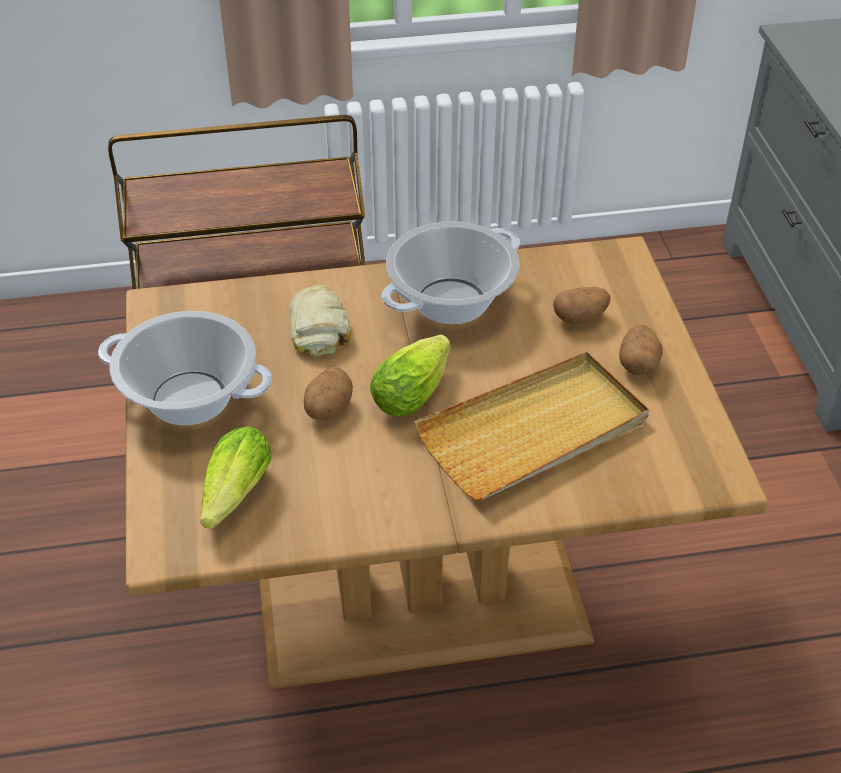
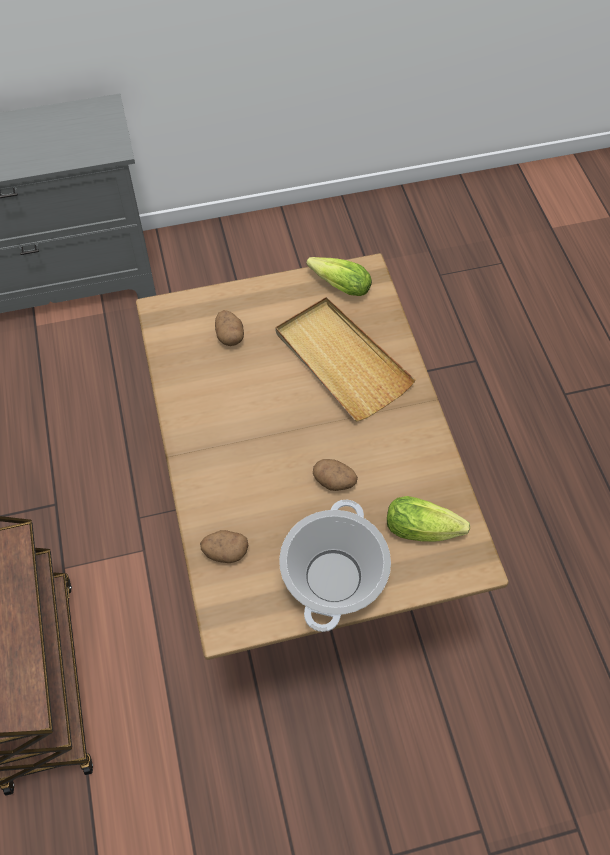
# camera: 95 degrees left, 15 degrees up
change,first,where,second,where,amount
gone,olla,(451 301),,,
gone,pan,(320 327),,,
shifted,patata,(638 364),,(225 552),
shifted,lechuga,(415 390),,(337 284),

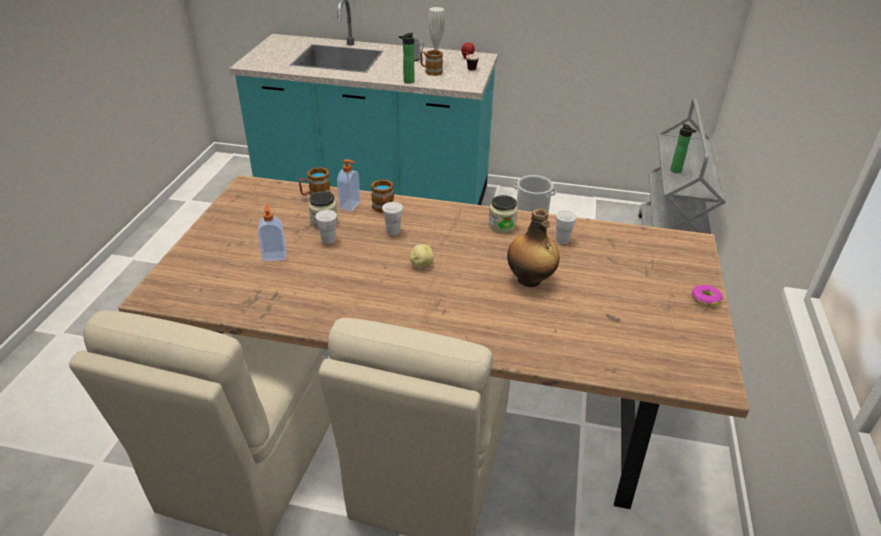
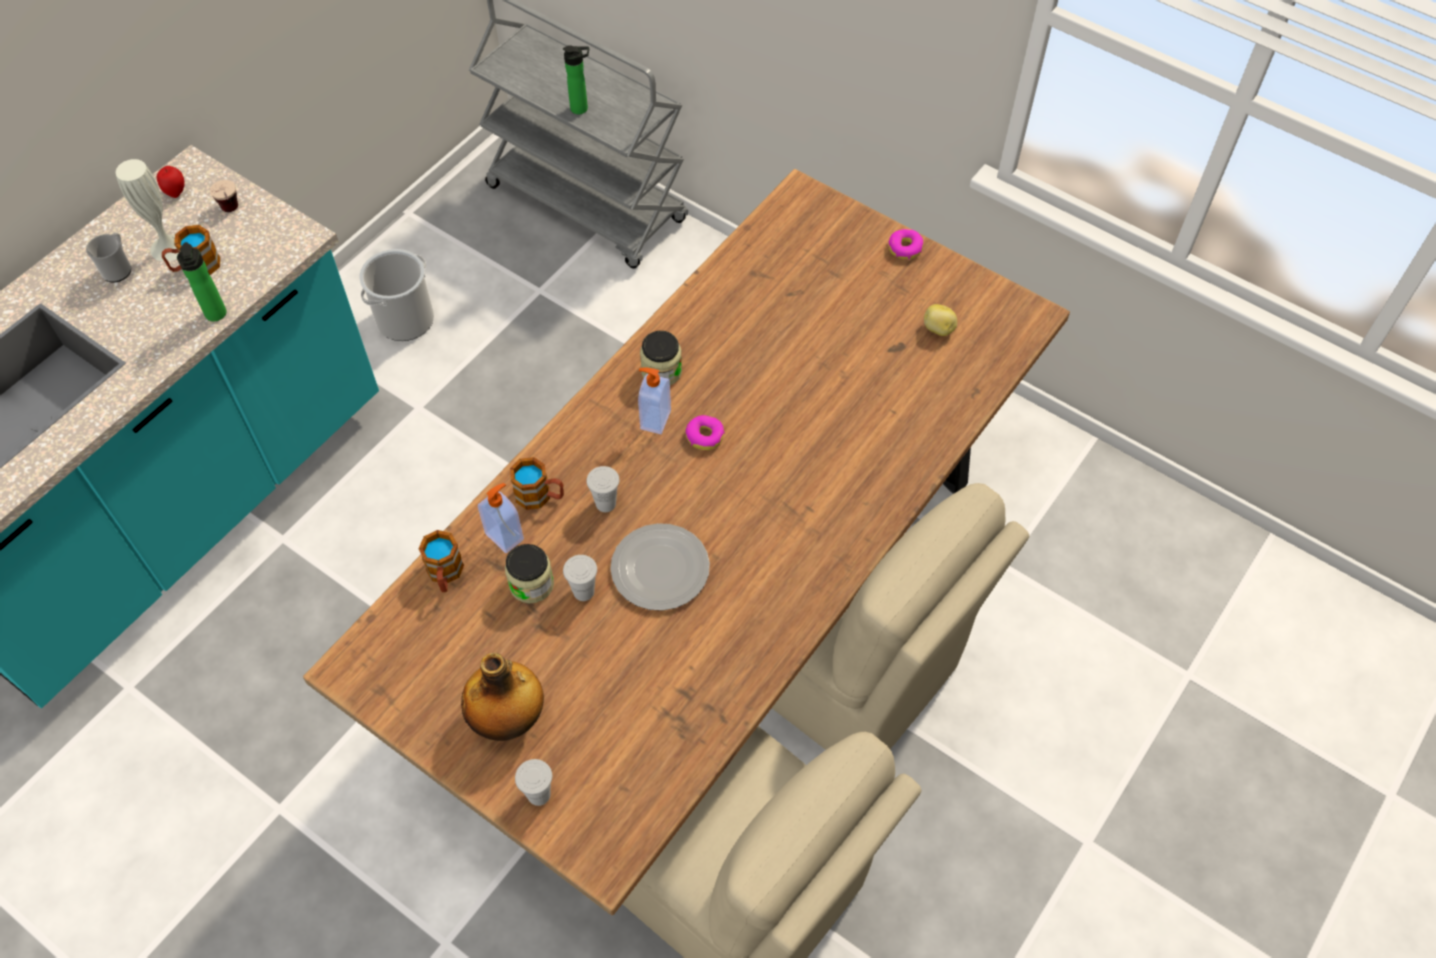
# camera: 65 degrees left, 20 degrees up
change,first,where,second,where,amount
shifted,dispensador de jabón,(274 256),,(654 419),
shifted,botella,(530 280),,(508 719),
shifted,taza/blanco,(562 240),,(539 794),
shifted,patata,(421 264),,(938 329),
new,,,rosquilla,(705 436),
new,,,plato,(661 569),

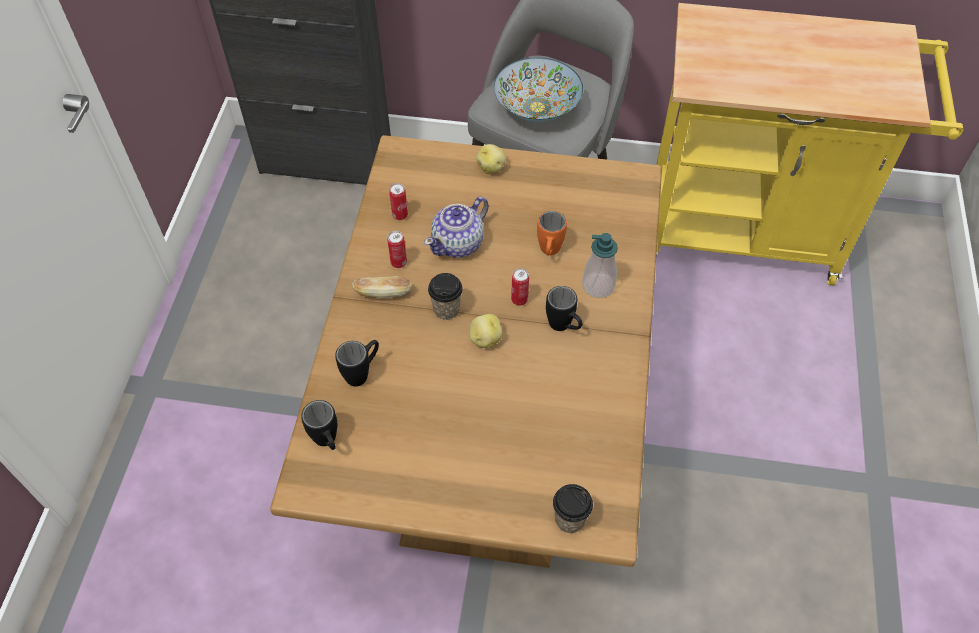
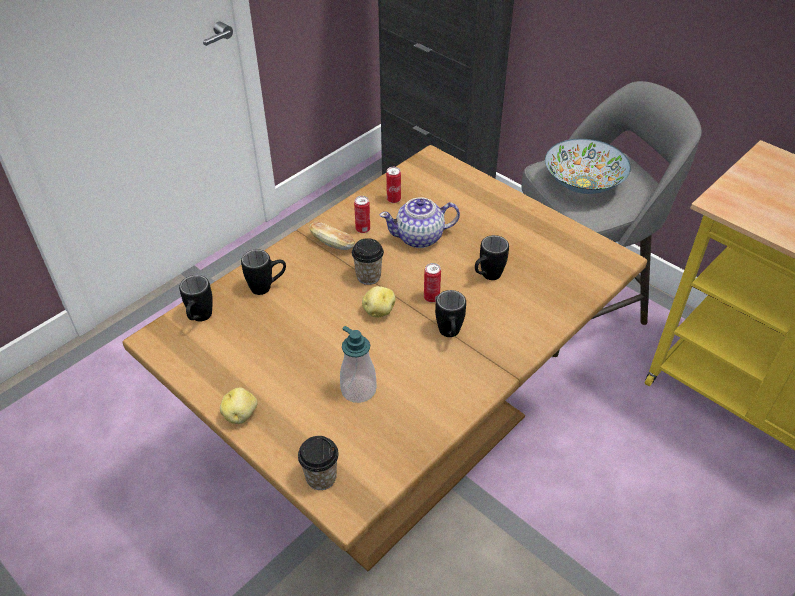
# camera: 35 degrees right, 10 degrees down
change,first,where,second,where,amount
shifted,patata,(491 167),,(241 414),
repainted,taza grande/naranja,(549 253),taza grande/negro,(487 277),
shifted,dispensador de jabón,(598 286),,(358 390),

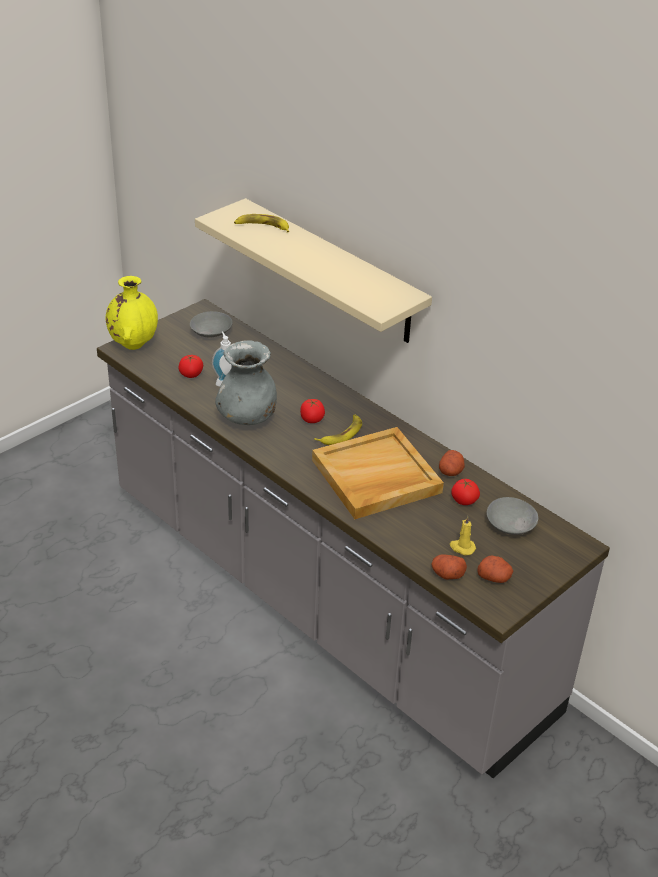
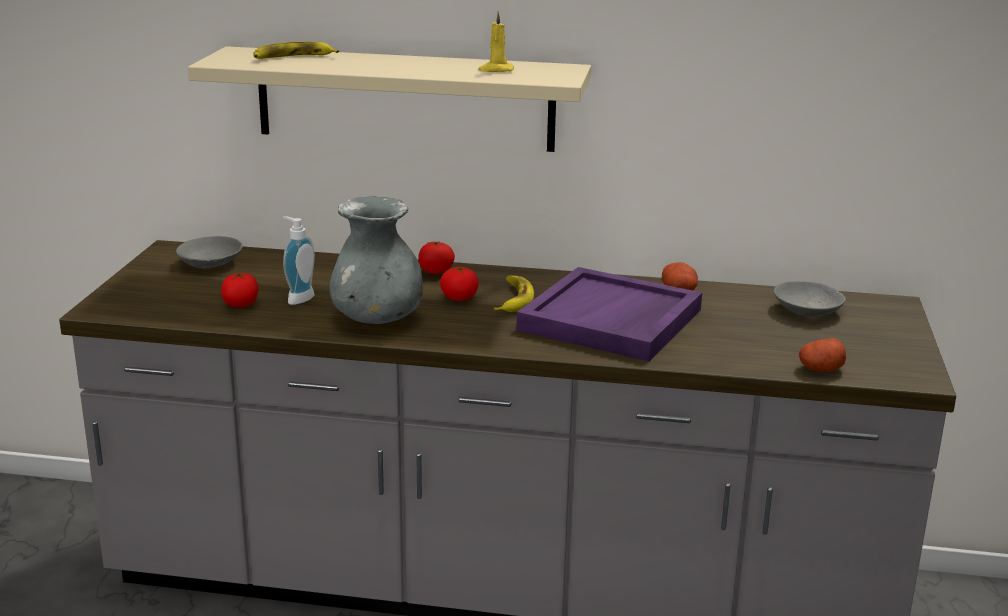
# camera: 35 degrees left, 15 degrees down
change,first,where,second,where,amount
gone,florero/amarillo,(133 344),,,
repainted,bandeja/beis,(375 477),bandeja/morado,(611 320),
shifted,tomate,(464 501),,(436 271),
shifted,vela/amarillo,(462 547),,(495 70),
gone,patata,(494 577),,,

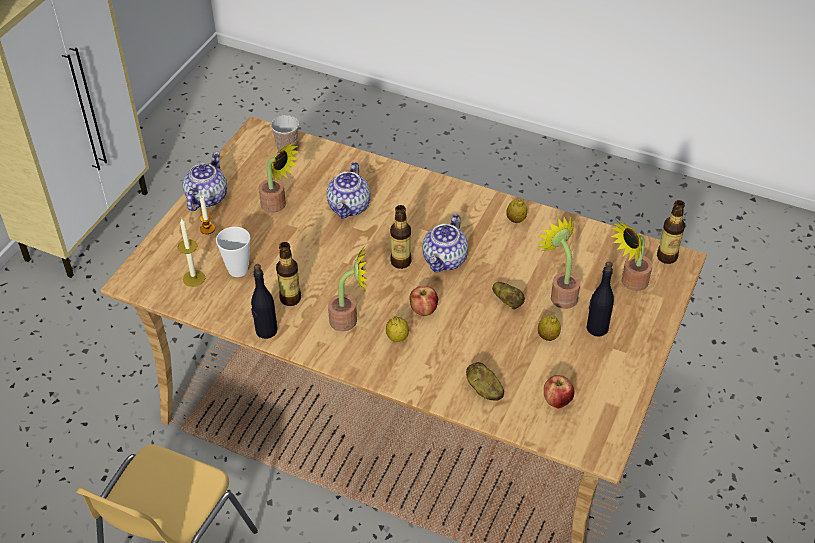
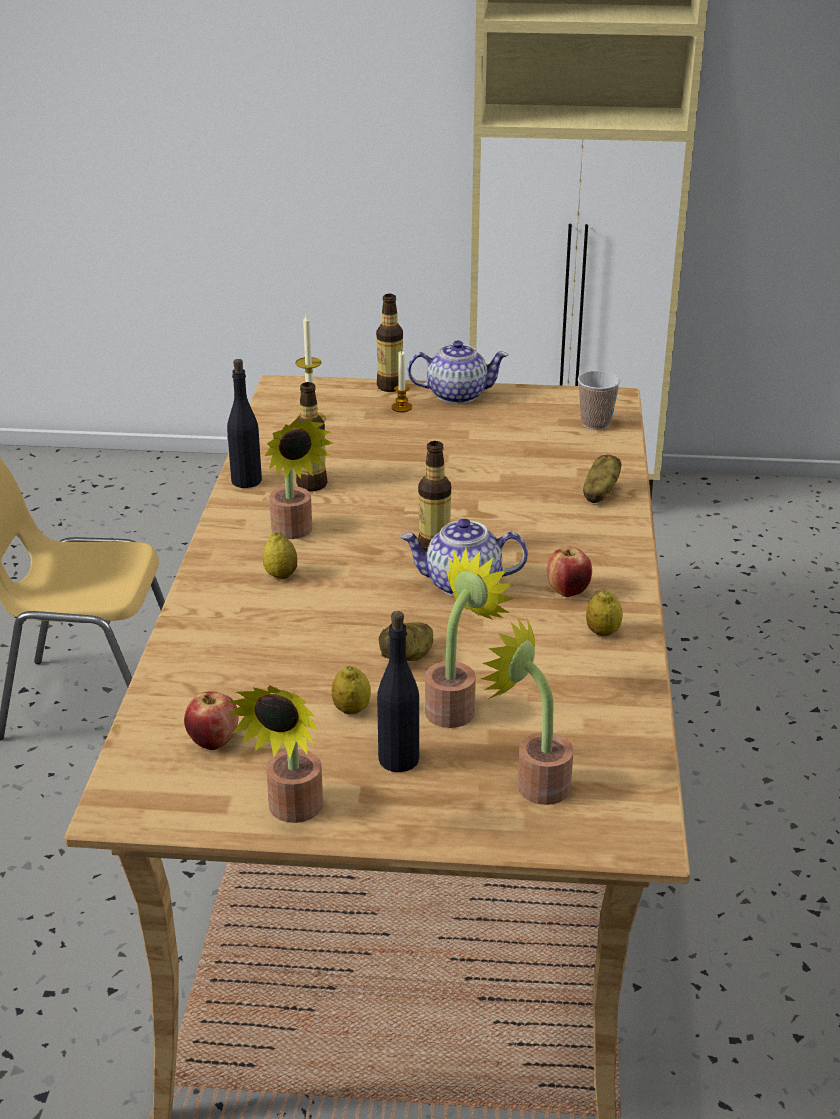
# camera: 70 degrees right, 15 degrees down
change,first,where,second,where,amount
shifted,planta en maceta,(277 206),,(292 812),
gone,tetera,(349 207),,,
shifted,botella,(667 257),,(390 387),
gone,taza,(238 270),,,
shifted,manzana,(423 310),,(568 591),
shifted,patata,(483 389),,(599 493),

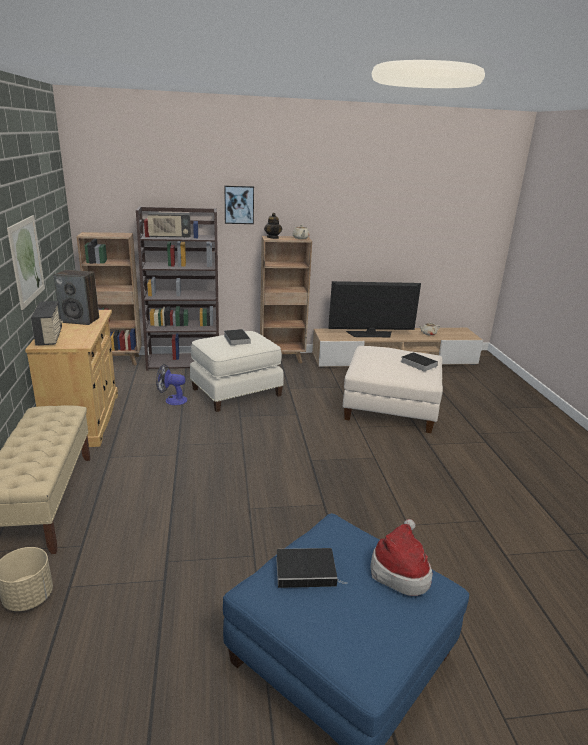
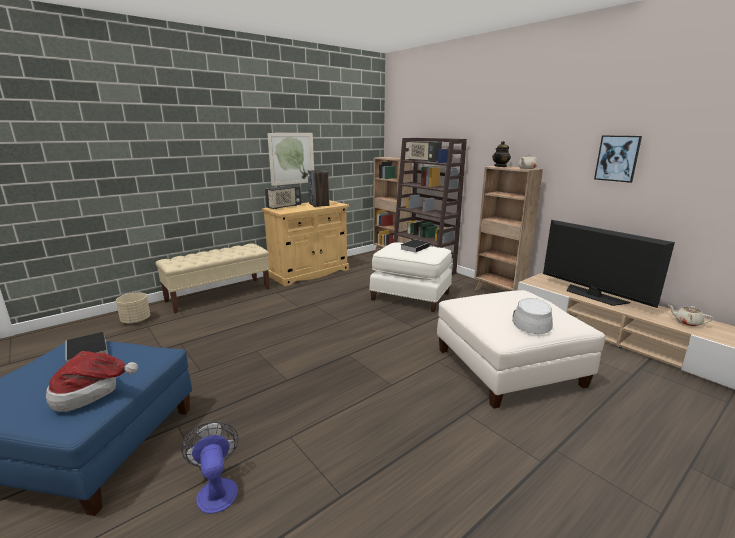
# camera: 60 degrees right, 5 degrees down
change,first,where,second,where,amount
shifted,cuadro,(239 204),,(617 158),
swapped,libro,(417 363),sombrero/gris,(531 320),
shifted,ventilador,(172 400),,(216 489),

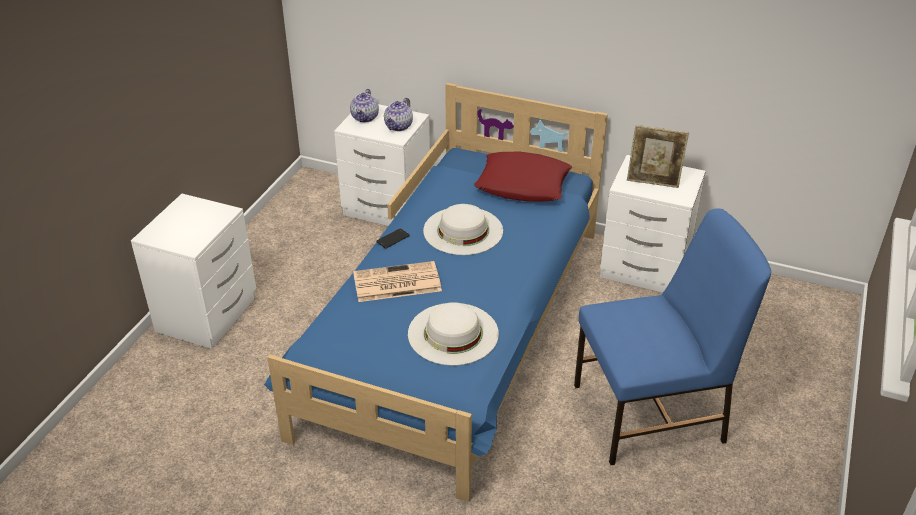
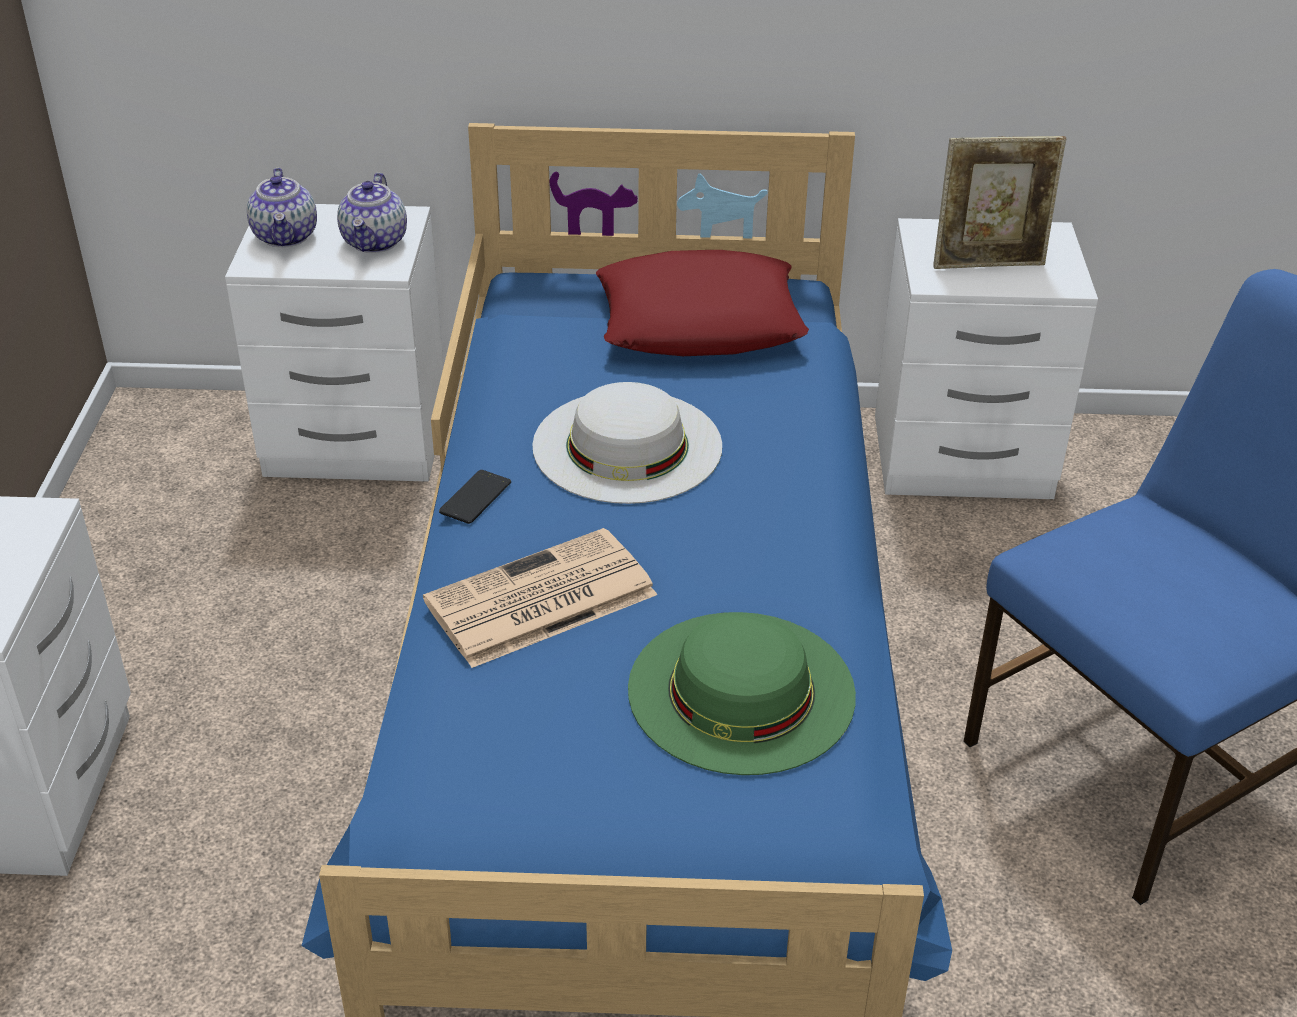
# camera: 20 degrees left, 0 degrees up
change,first,where,second,where,amount
repainted,sombrero/blanco,(453 333),sombrero/verde,(741 691),

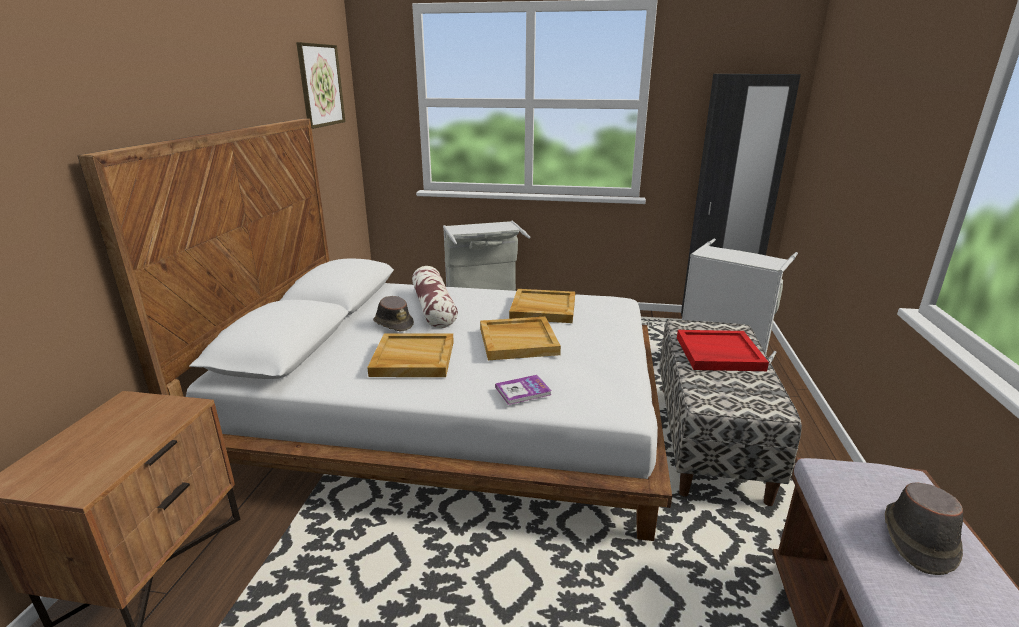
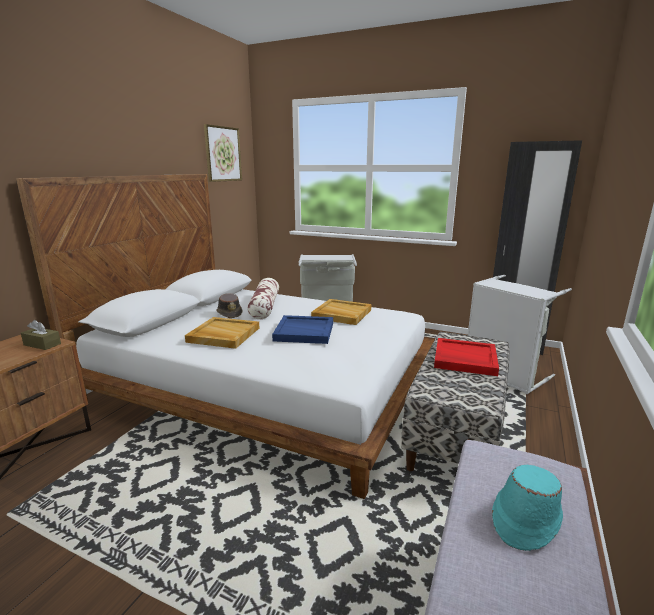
# camera: 15 degrees right, 5 degrees down
change,first,where,second,where,amount
repainted,bandeja/beis,(519 341),bandeja/azul,(305 332),
gone,libro,(523 391),,,
repainted,sombrero/marrón,(918 539),sombrero/turquesa,(524 518),
new,,,caja de pañuelos/marrón,(42 344),

